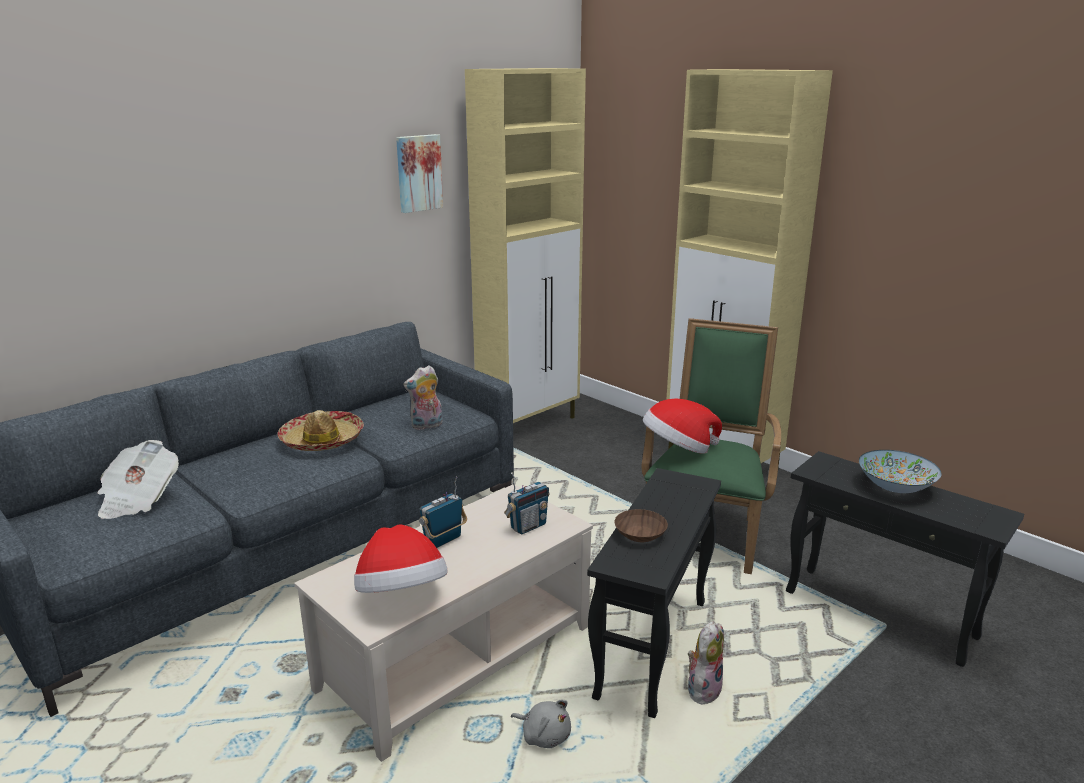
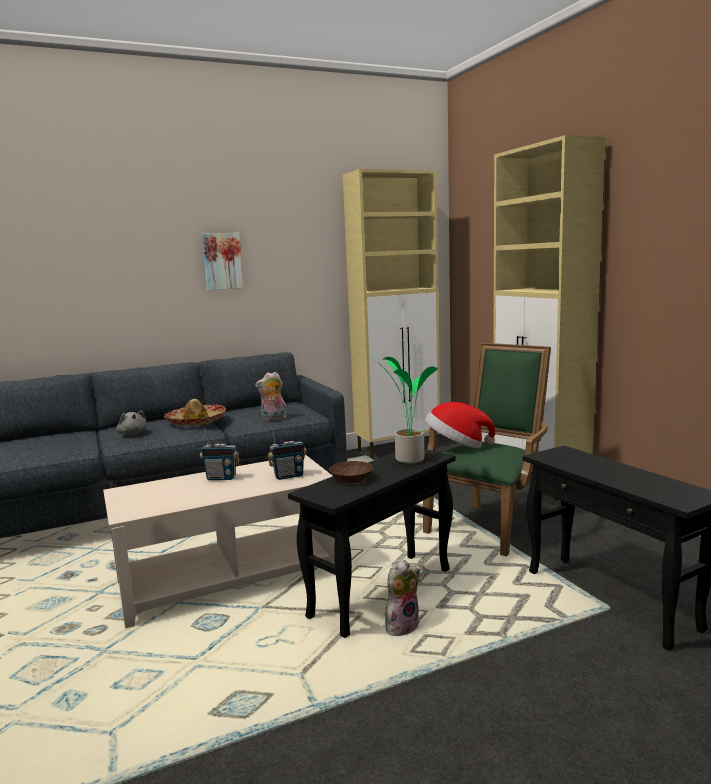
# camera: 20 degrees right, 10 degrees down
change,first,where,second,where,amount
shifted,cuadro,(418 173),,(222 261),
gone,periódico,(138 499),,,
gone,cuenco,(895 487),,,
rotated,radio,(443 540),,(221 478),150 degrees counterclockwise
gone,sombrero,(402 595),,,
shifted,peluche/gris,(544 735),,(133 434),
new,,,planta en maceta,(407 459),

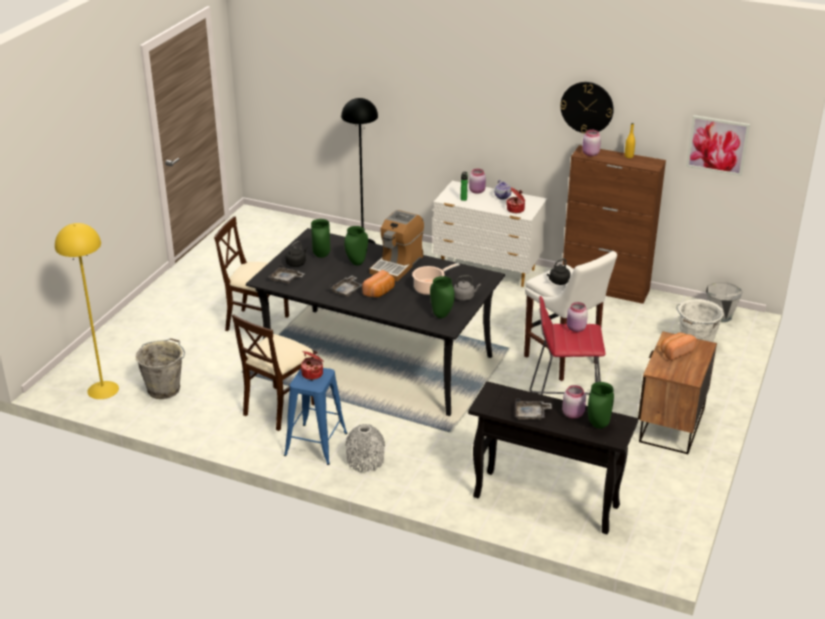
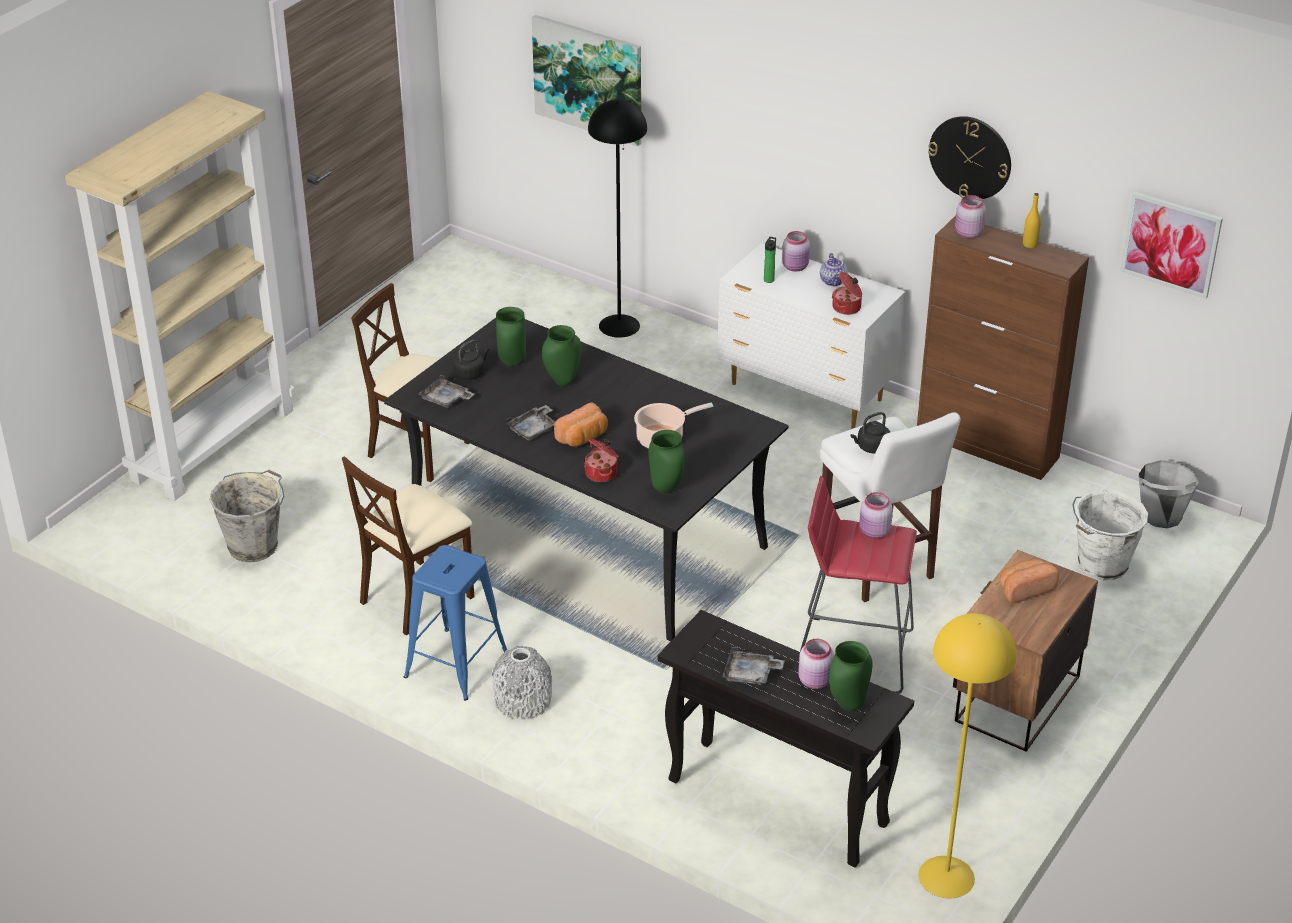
# camera: 10 degrees right, 5 degrees up
change,first,where,second,where,amount
gone,cafetera,(397 264),,,
shifted,lámpara de pie/amarillo,(103 389),,(946 876),
gone,hervidor/gris,(464 297),,,
shifted,olla,(313 374),,(602 473),
new,,,cuadro,(589 78),
new,,,estantería/beis,(213 443),

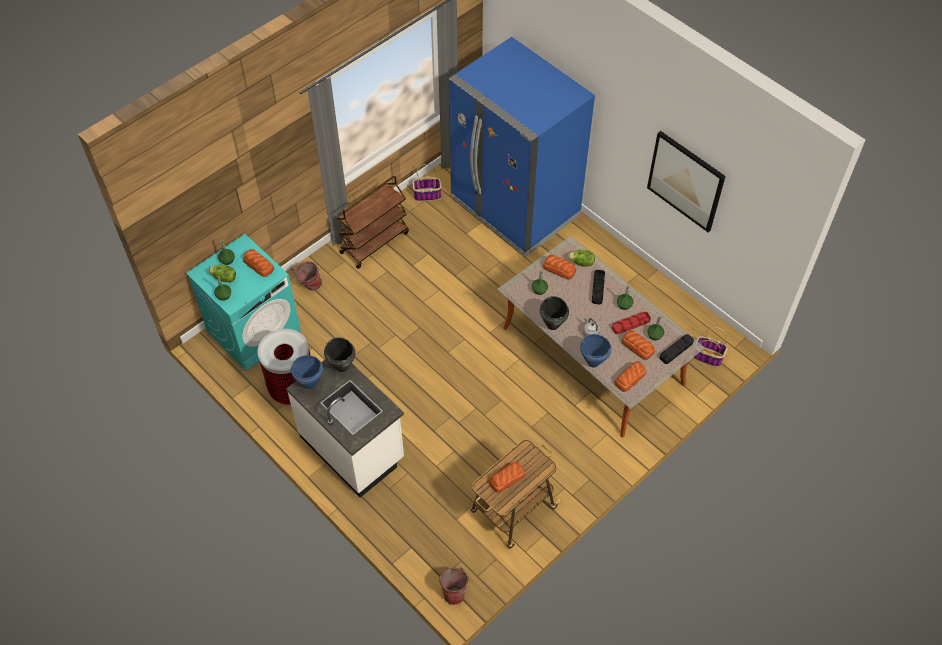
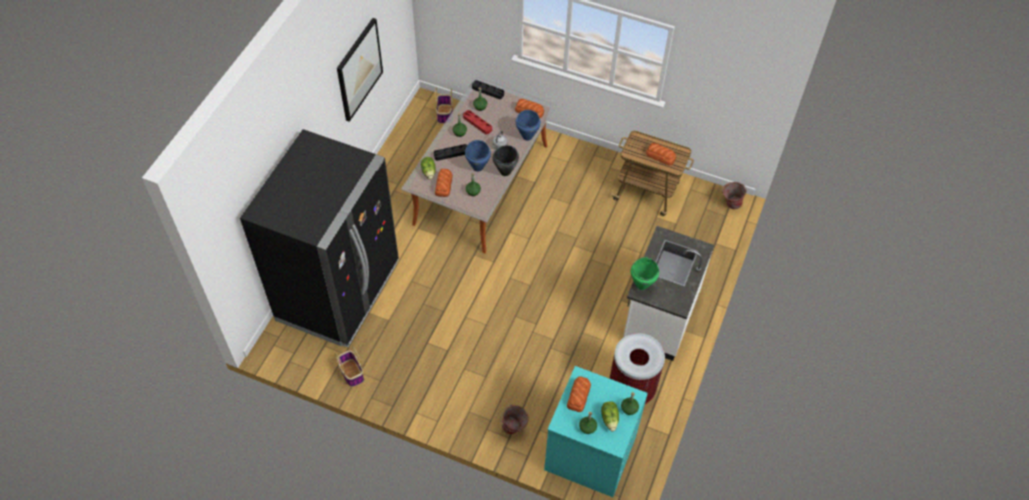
# camera: 115 degrees left, 0 degrees up
change,first,where,second,where,amount
repainted,nevera/azul,(515 207),nevera/negro,(339 292),
gone,carrito/marrón,(374 242),,,
gone,pan,(637 346),,,
repainted,olla/negro,(342 366),olla/verde,(641 285),
shifted,olla/azul,(310 384),,(478 167),

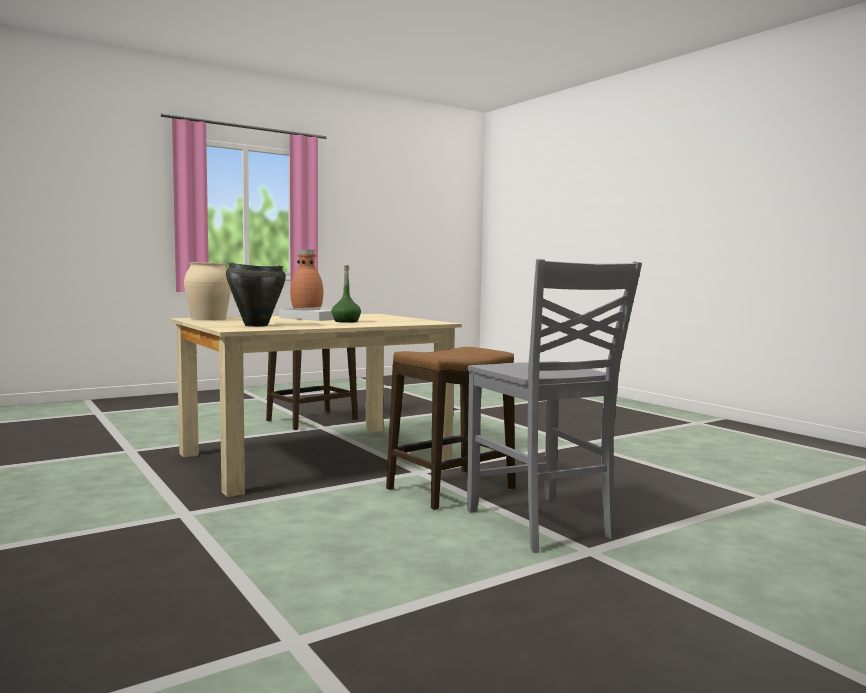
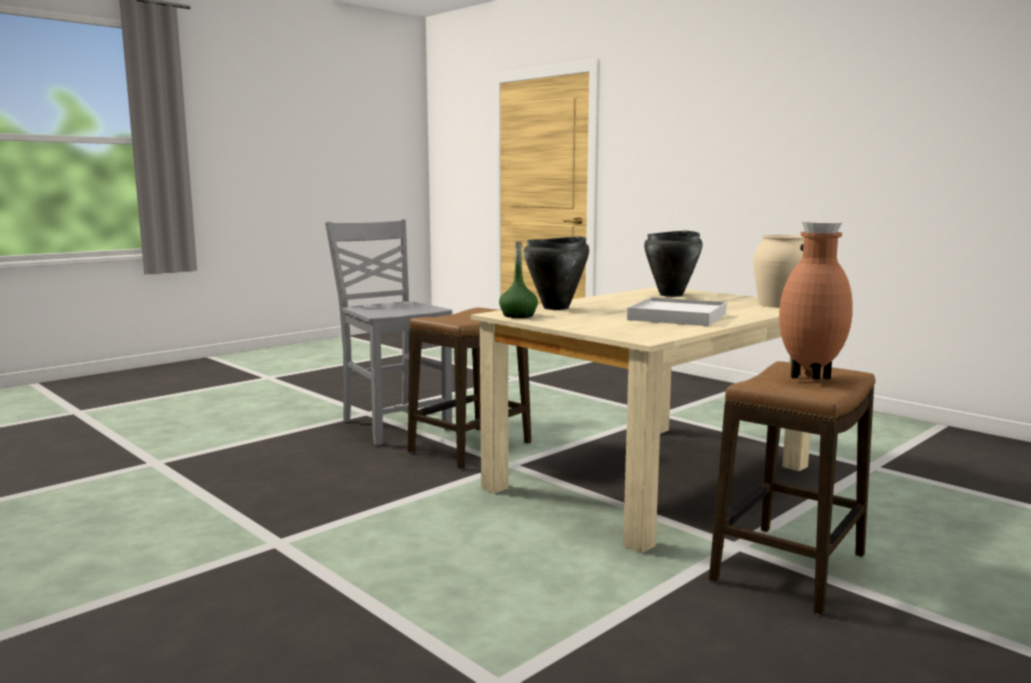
# camera: 170 degrees right, 5 degrees up
change,first,where,second,where,amount
shifted,botella/verde,(346 321),,(518 315),
new,,,olla/negro,(556 308),

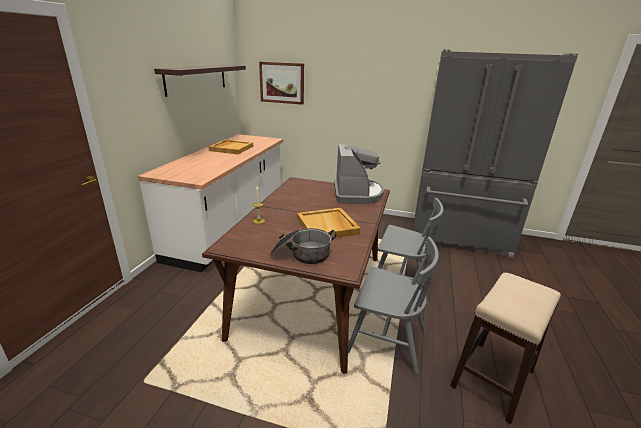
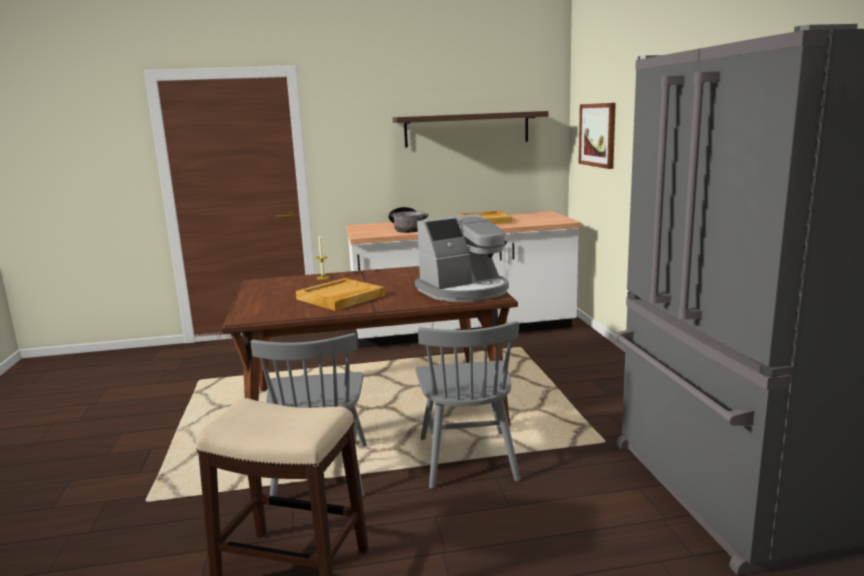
# camera: 65 degrees right, 10 degrees down
change,first,where,second,where,amount
shifted,olla,(302 254),,(407 229),

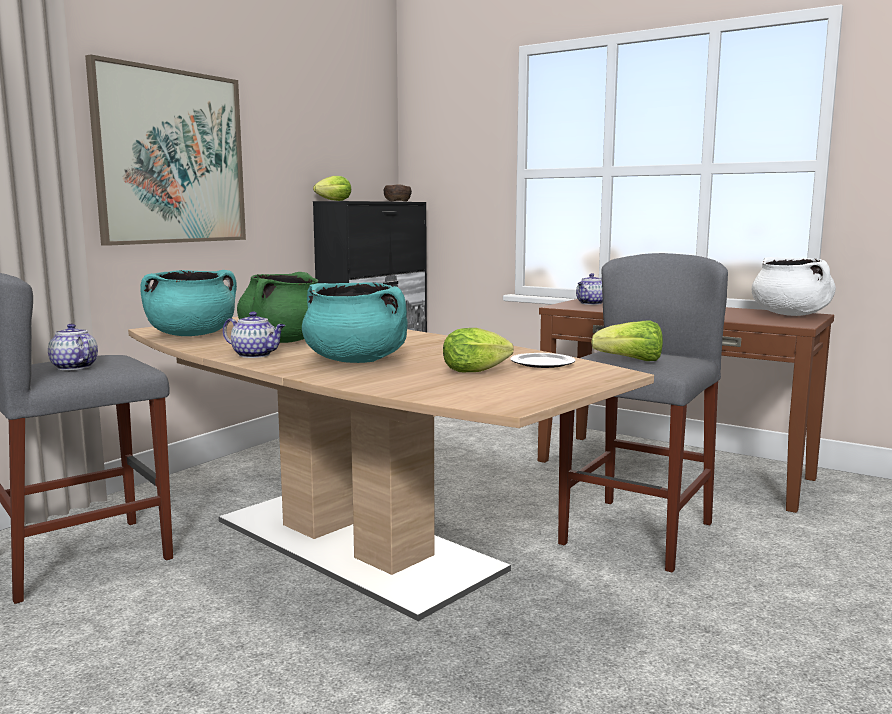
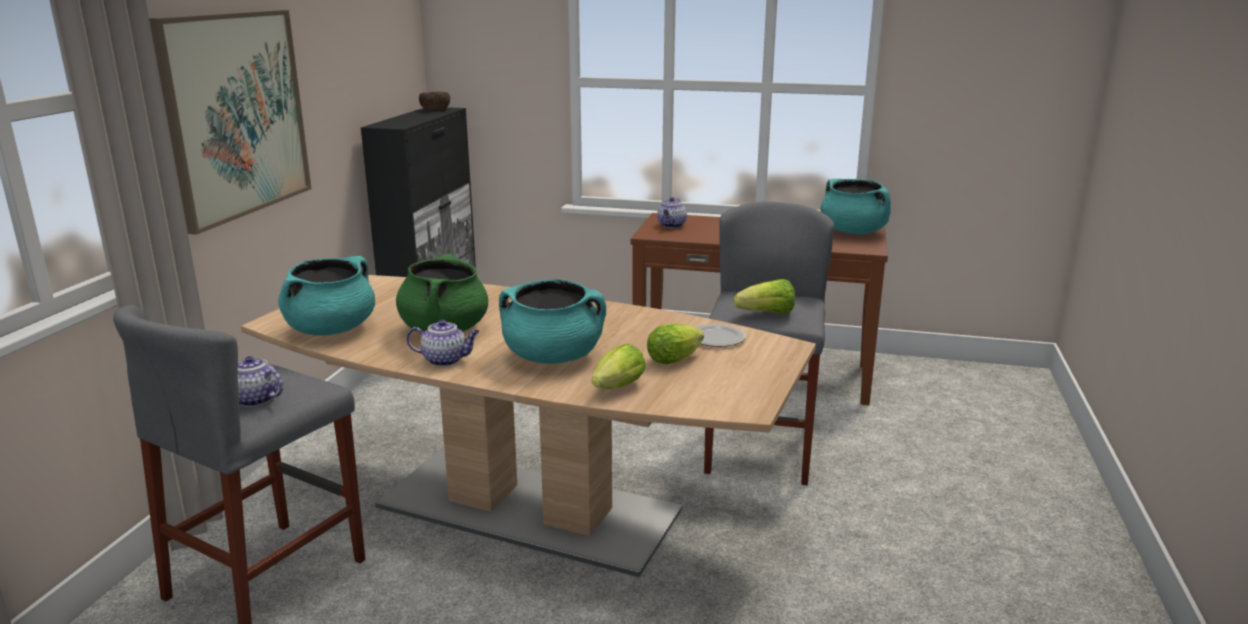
# camera: 20 degrees left, 10 degrees up
change,first,where,second,where,amount
shifted,lechuga,(332 200),,(616 389),
repainted,olla/blanco,(791 315),olla/turquesa,(853 232),

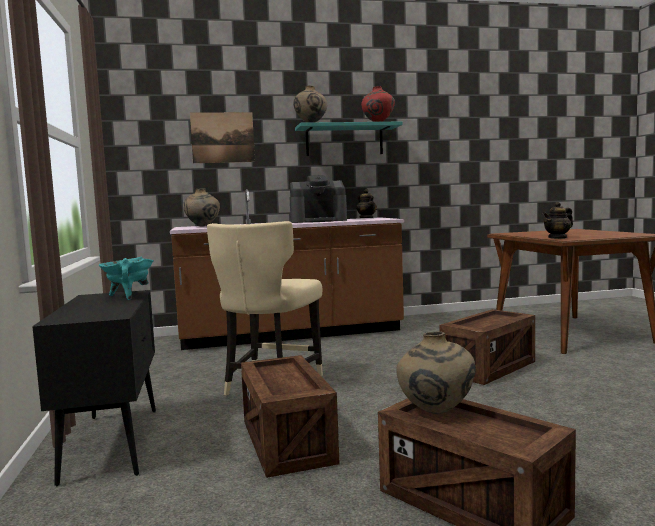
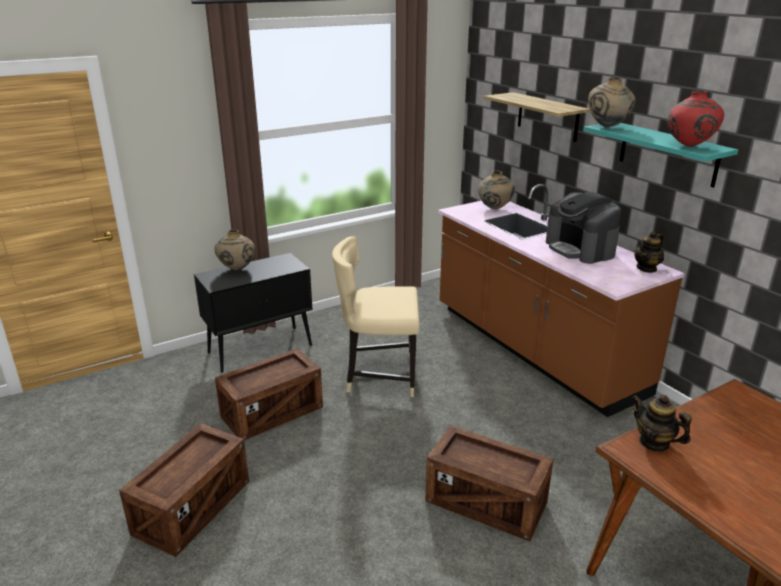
# camera: 70 degrees right, 20 degrees up
change,first,where,second,where,amount
swapped,cuadro,(222 137),estante,(547 116),
gone,olla/turquesa,(128 296),,,
shifted,florero/beis,(435 413),,(237 269),

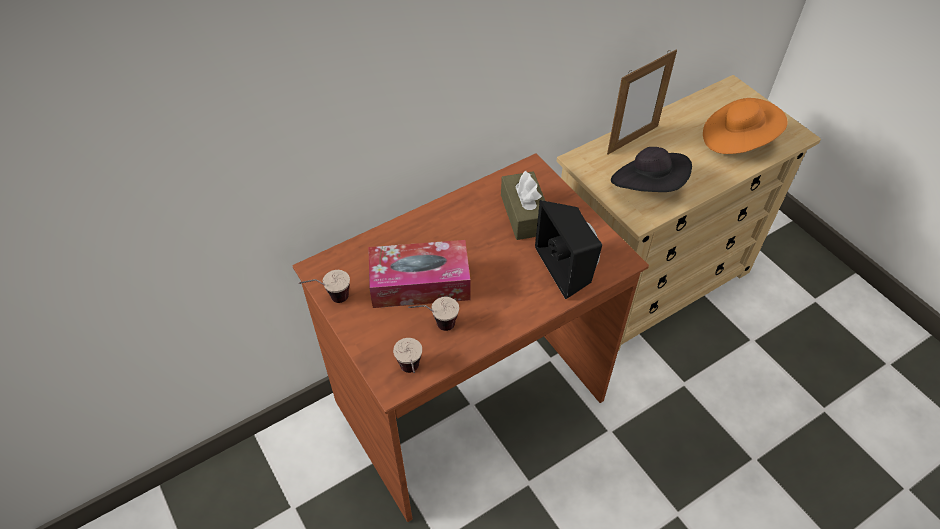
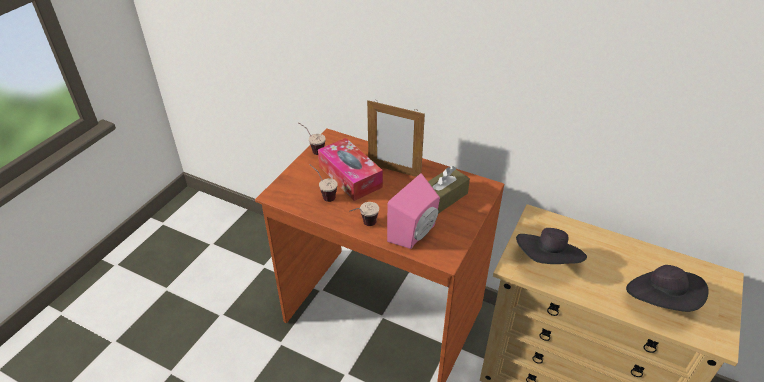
# camera: 60 degrees right, 10 degrees down
change,first,where,second,where,amount
shifted,portarretratos,(632 140),,(394 170),
repainted,sombrero/naranja,(737 140),sombrero/negro,(661 300),
repainted,altavoz/negro,(568 267),altavoz/rosa,(416 234),
shifted,taza,(411 374),,(364 226),

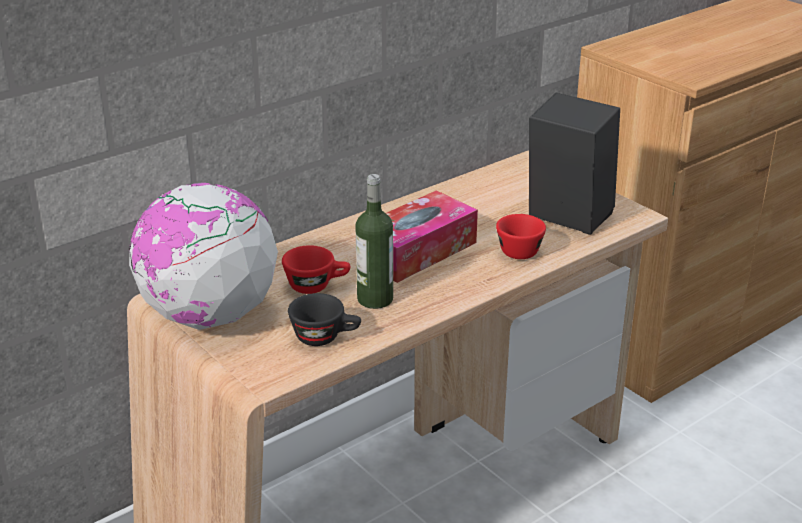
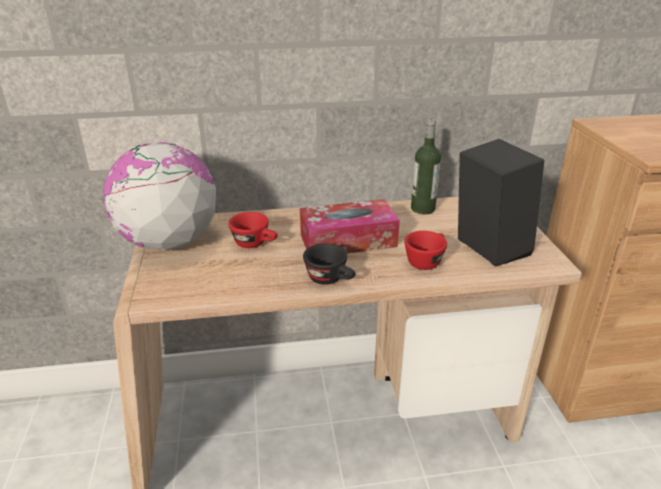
# camera: 30 degrees right, 0 degrees up
change,first,where,second,where,amount
shifted,botella,(375 299),,(422 209),
shifted,taza/negro,(325 337),,(330 279),

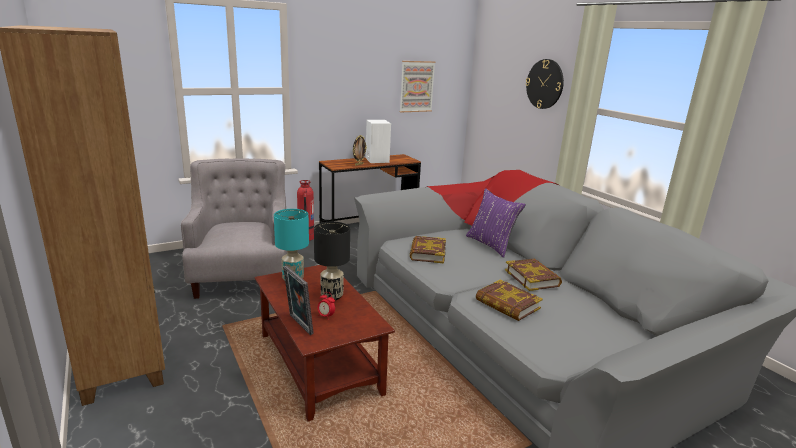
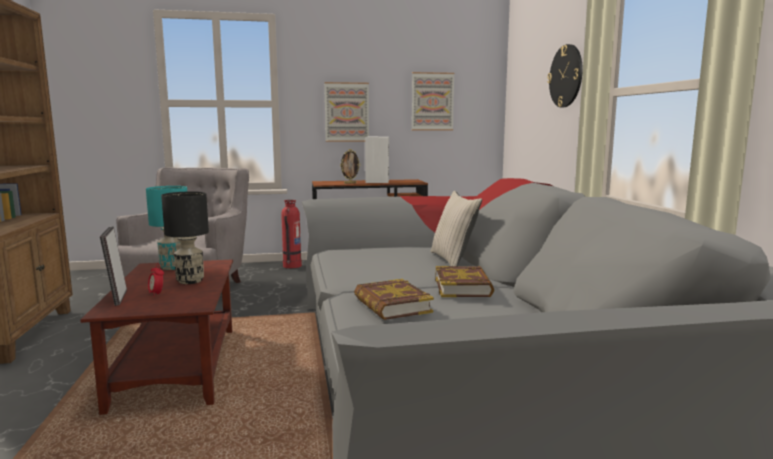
# camera: 20 degrees right, 10 degrees down
change,first,where,second,where,amount
repainted,cojín/morado,(491 245),cojín/beis,(453 260),
gone,libro,(427 253),,,
new,,,cuadro,(346 112),

